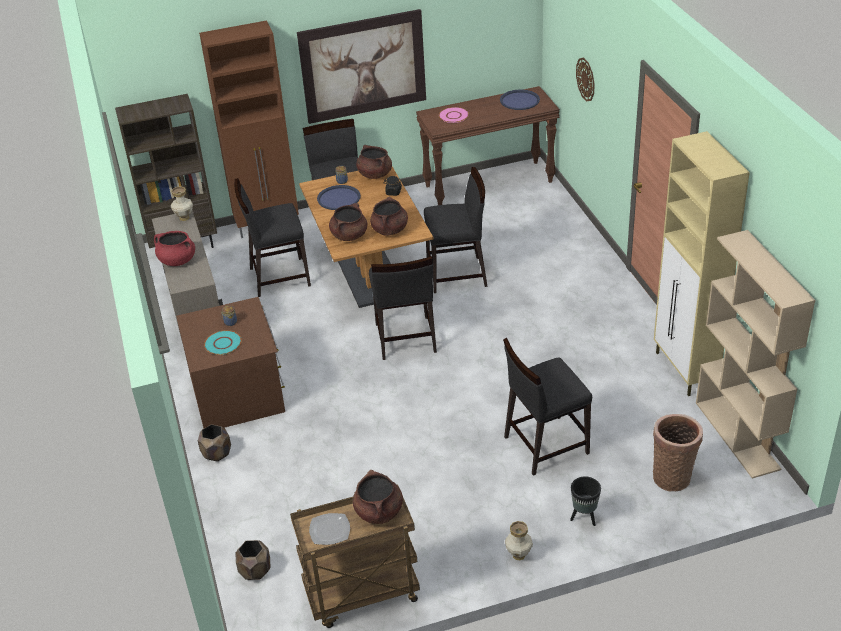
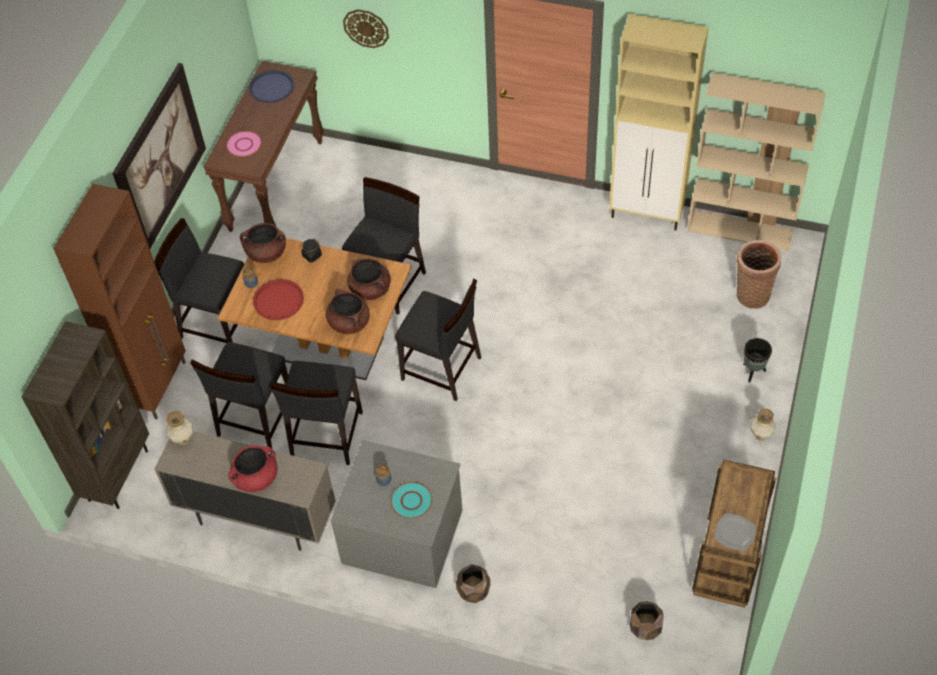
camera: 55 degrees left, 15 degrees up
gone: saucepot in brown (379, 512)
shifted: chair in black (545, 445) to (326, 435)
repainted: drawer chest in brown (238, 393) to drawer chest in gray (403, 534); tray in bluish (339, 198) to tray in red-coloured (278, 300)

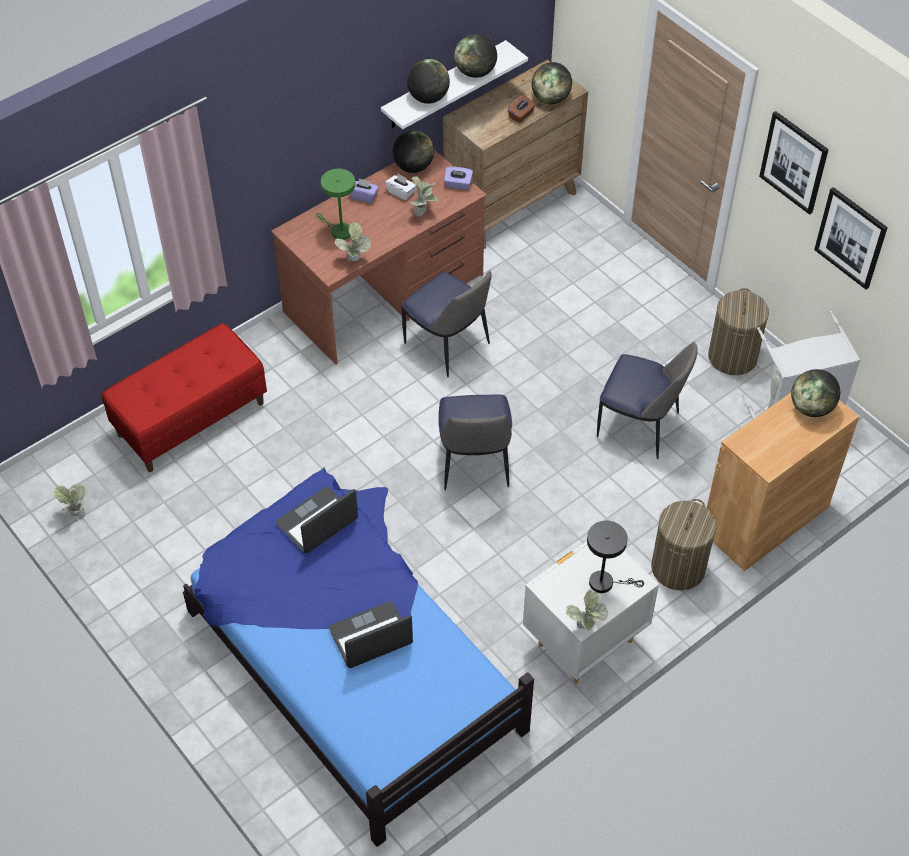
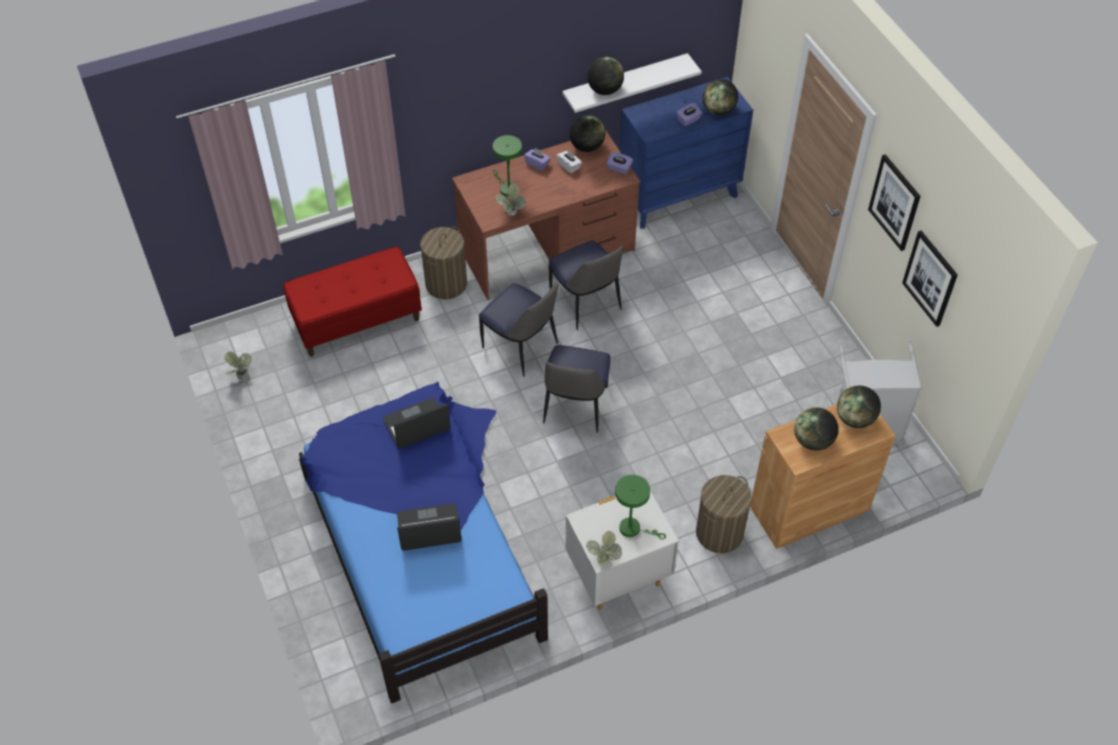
camera: 15 degrees right, 0 degrees up
gone: plant in a pot (423, 212)
shifted: globe (475, 72) to (813, 441); chair (640, 426) to (521, 347); laundry basket (732, 357) to (446, 284)
repainted: drawer chest in brown (511, 205) to drawer chest in bluish (678, 196); box of tissues in brown (521, 115) to box of tissues in purplish (688, 120); table lamp in black (605, 582) to table lamp in greenish (633, 529)

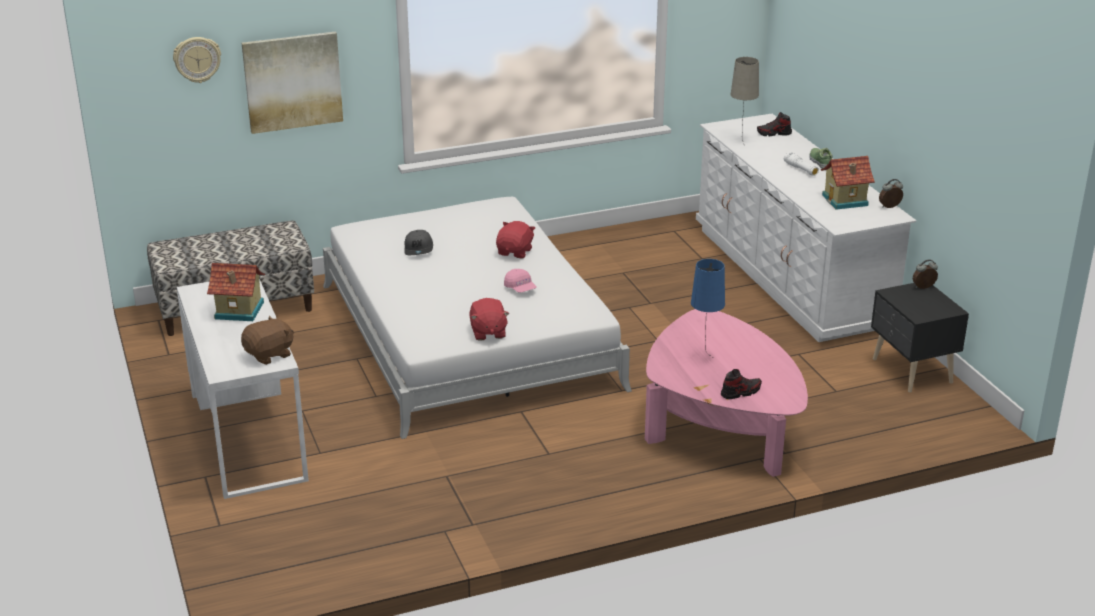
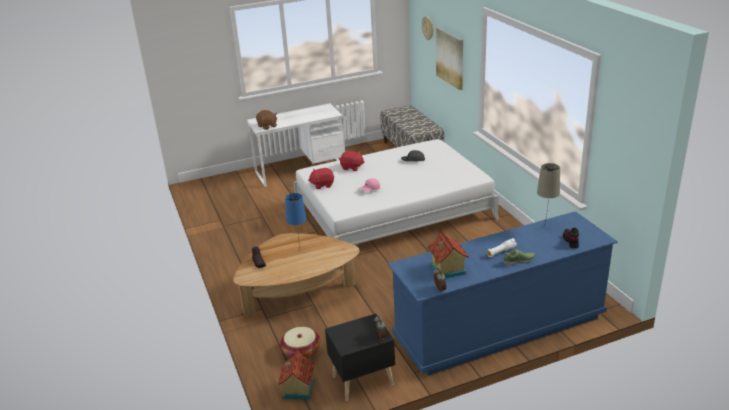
camera: 90 degrees right, 0 degrees up
new: storage basket (301, 352)
shifted: miniature house (239, 311) to (297, 389); cuddly toy in red-coloured (515, 252) to (352, 167)
repainted: low table in pink-coloured (720, 425) to low table in brown (298, 294); drawer chest in whitish (790, 276) to drawer chest in bluish (499, 327)

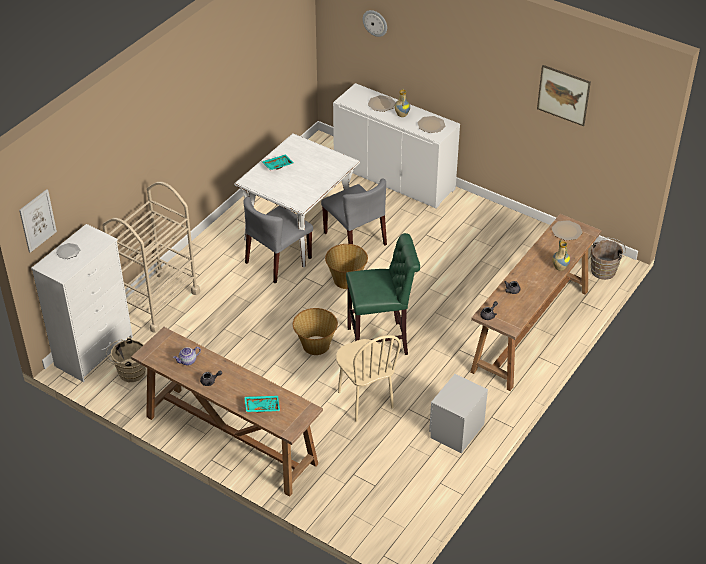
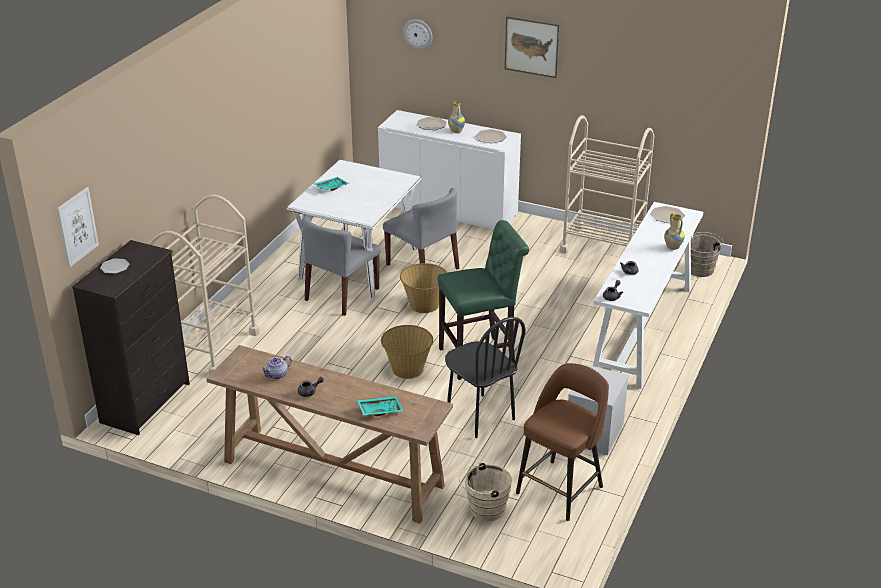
camera: 10 degrees left, 10 degrees down
new: stool in brown (561, 488); cart in beige (602, 246)
shifted: water bucket in beige (129, 372) to (484, 509); wall picture (563, 95) to (532, 47)
repainted: drawer chest in whitish (95, 351) to drawer chest in black (146, 403); chair in beige (365, 400) to chair in black (480, 415); console table in brown (530, 331) to console table in whitish (643, 331)

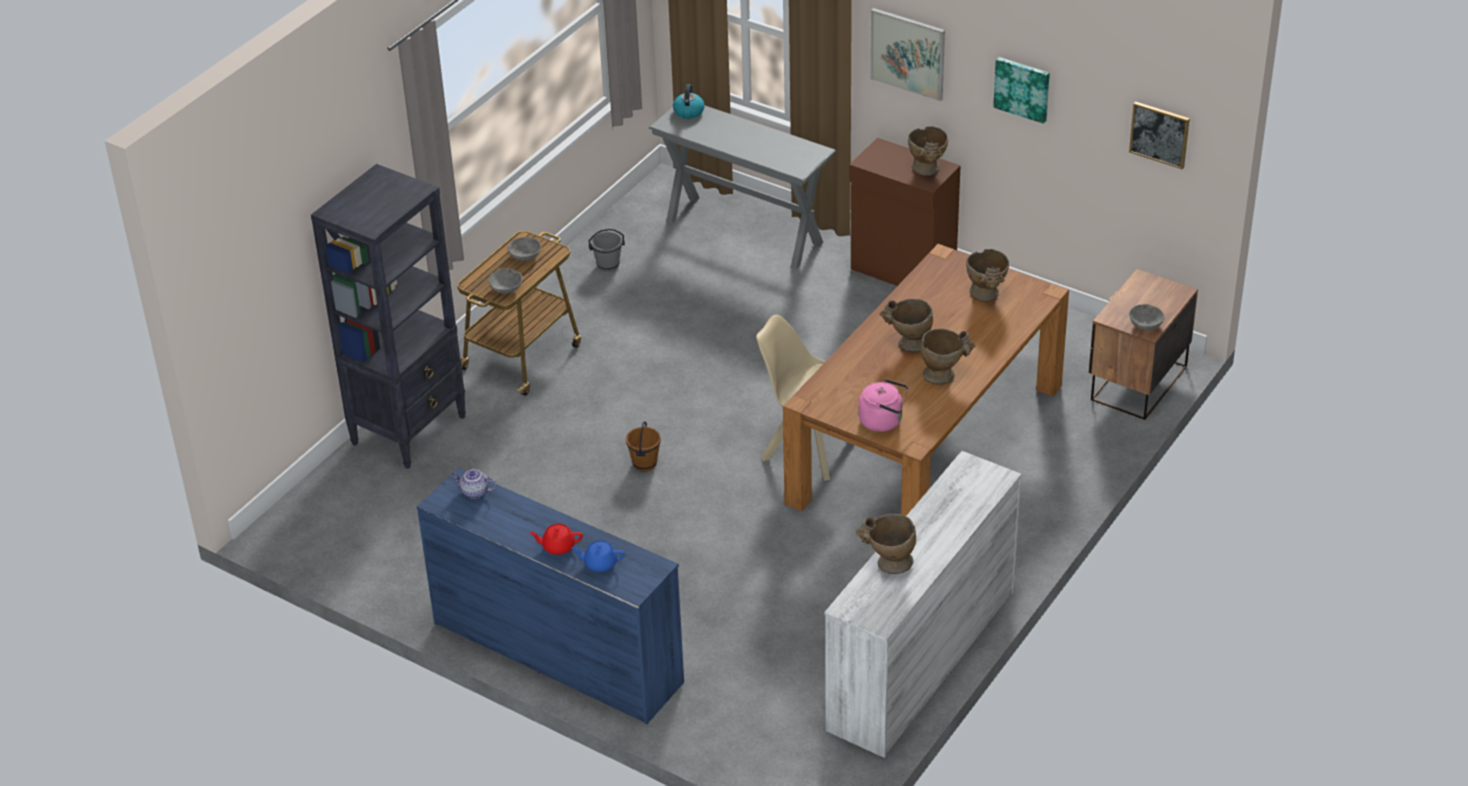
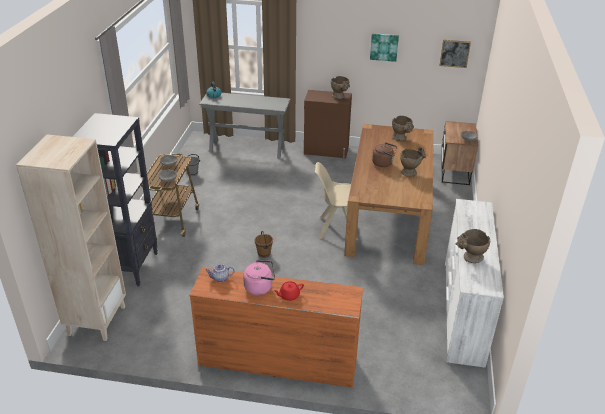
camera: 25 degrees left, 5 degrees down
gone: teapot in bluish (600, 563); wall picture (908, 53)
new: bookcase in beige (97, 320)
shifted: water kettle in pink-coloured (883, 421) to (260, 287)
swapped: vase in beige (907, 344) to water kettle in brown (383, 163)
repainted: drawer chest in bluish (557, 652) to drawer chest in orange-coloured (277, 361)

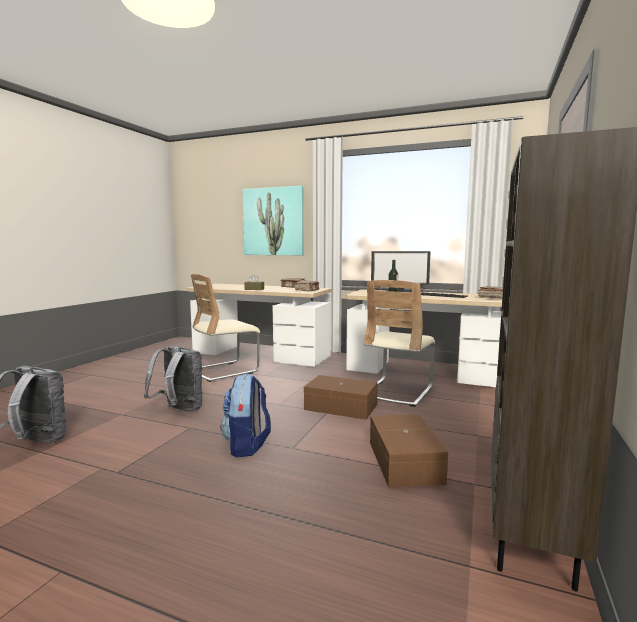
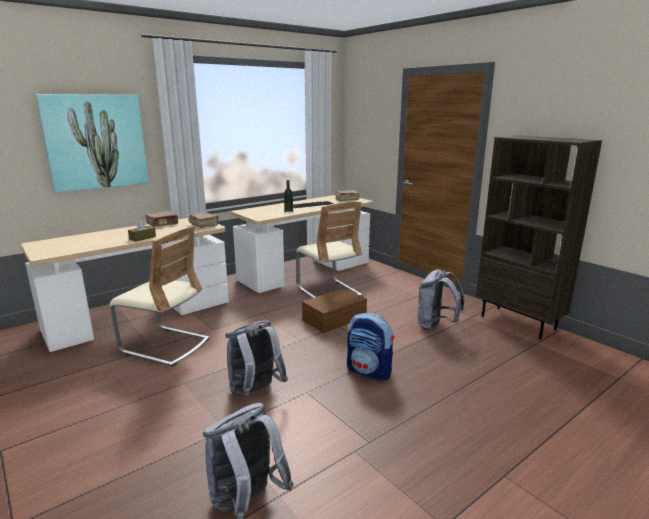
camera: 60 degrees left, 10 degrees up
gone: monitor (400, 291)
swapped: storage box in brown (403, 462) to rucksack in gray (436, 326)
rotated: chair in beige (225, 371) = (165, 346) 60 degrees counterclockwise

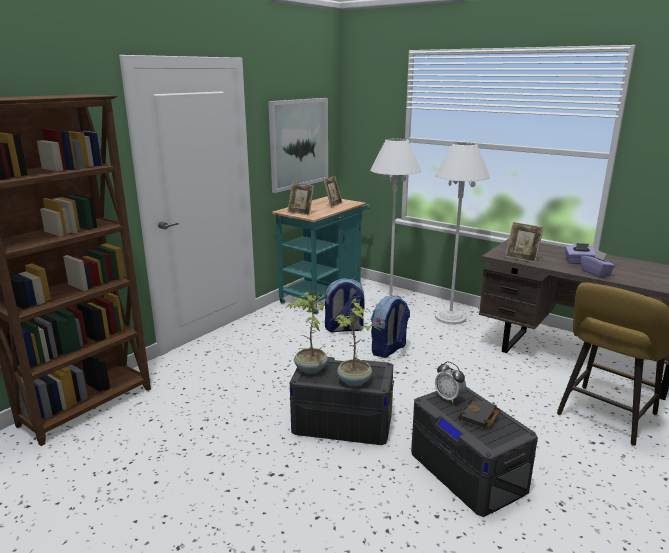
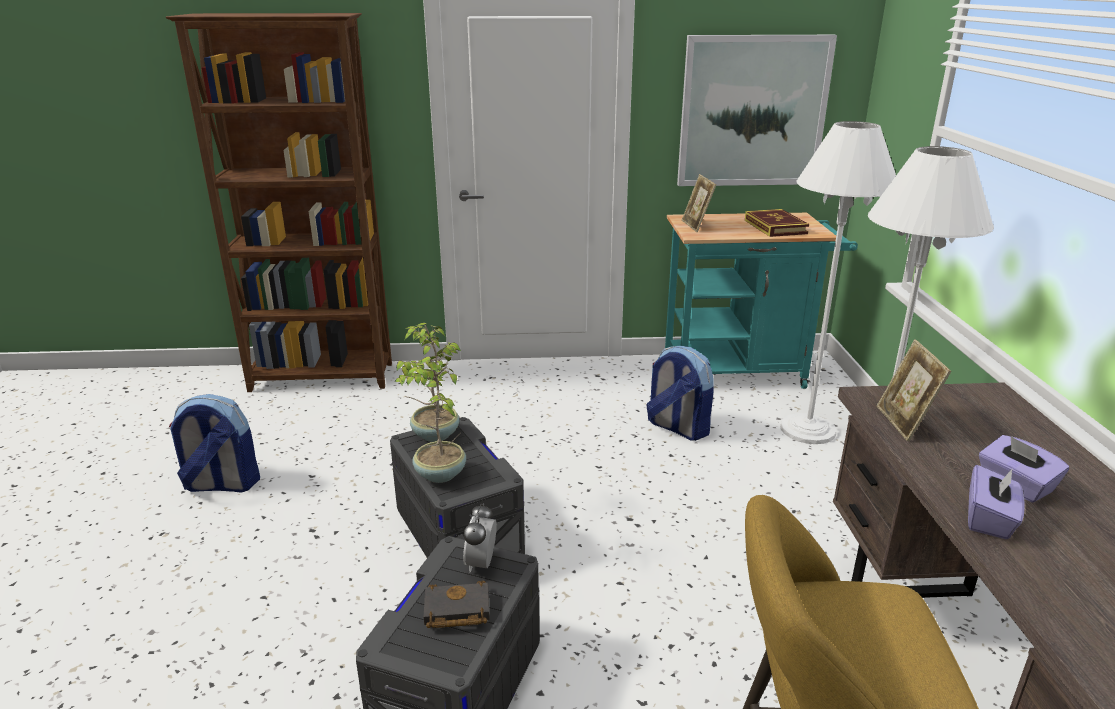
camera: 50 degrees right, 5 degrees up
shifted: rucksack (389, 350) to (221, 484)
swapped: picture frame (333, 205) to volume (775, 227)

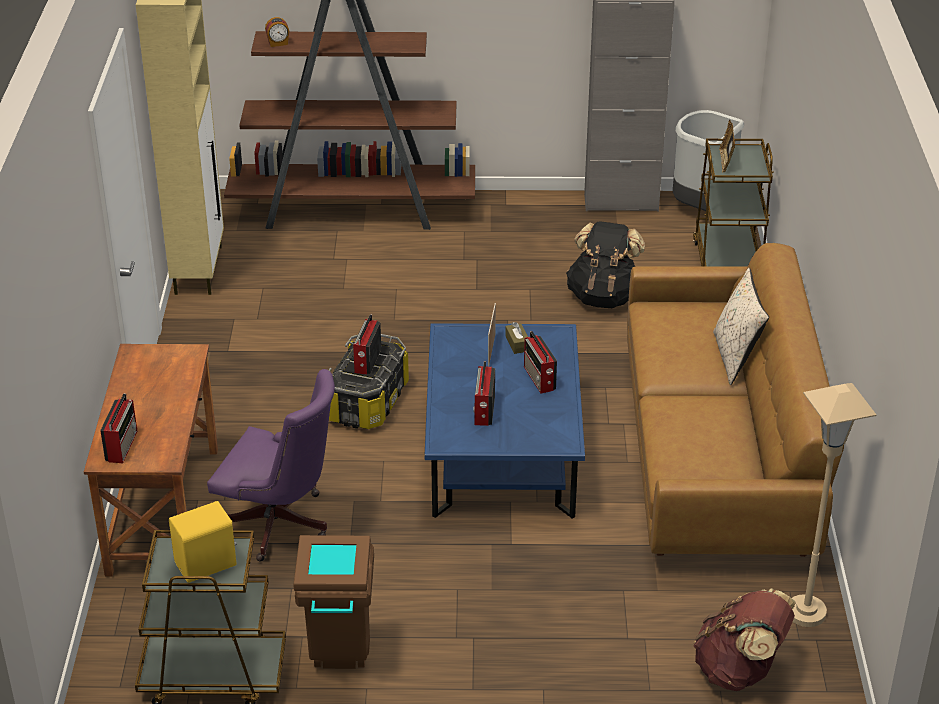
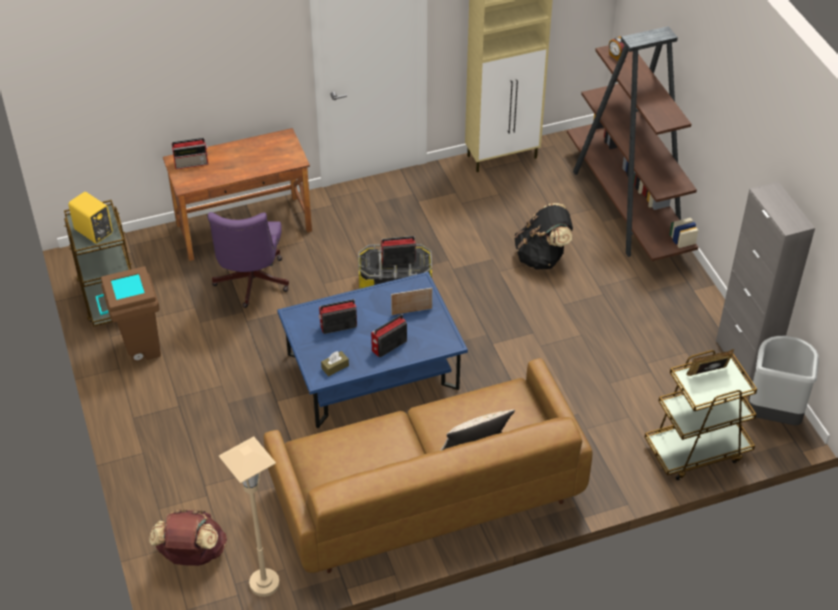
camera: 70 degrees right, 10 degrees up
shifted: box of tissues in brown (517, 344) to (335, 367); rucksack in black (604, 297) to (542, 257)

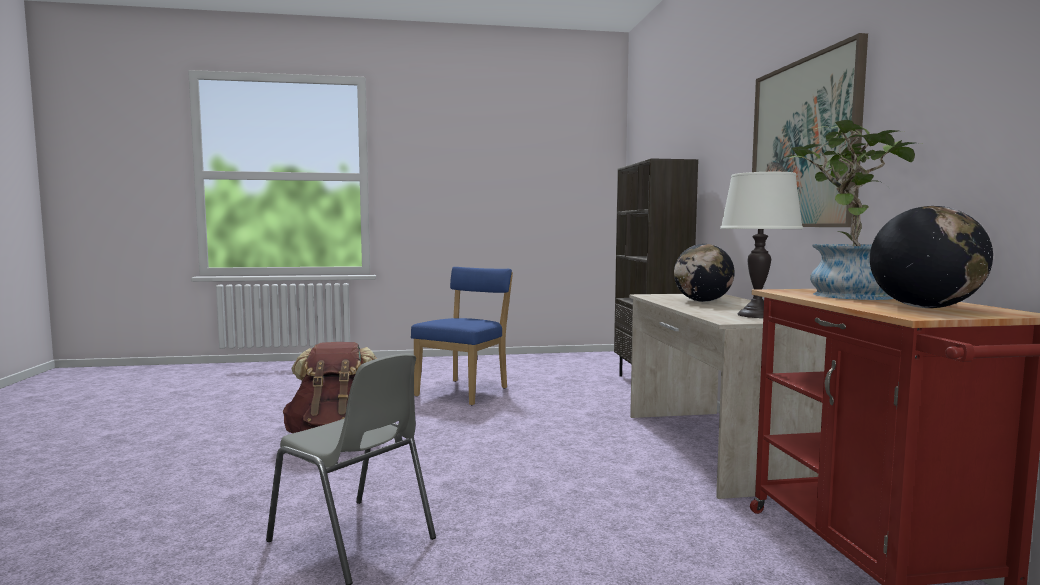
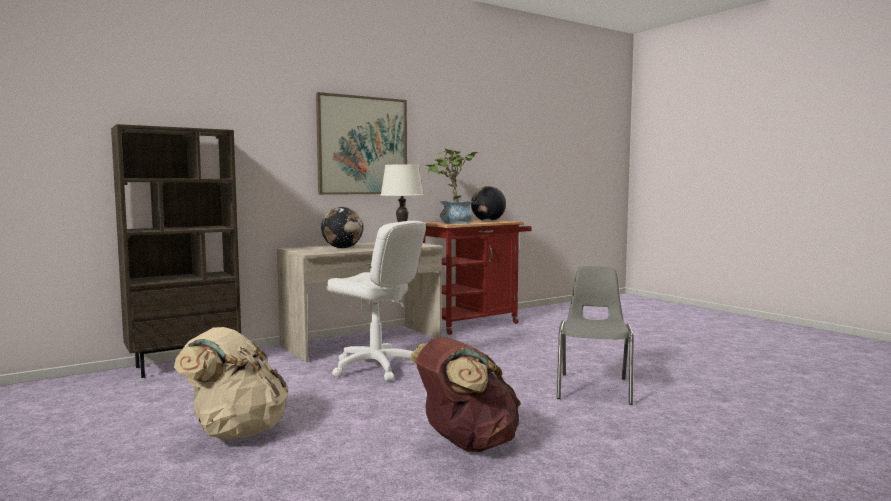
camera: 115 degrees left, 0 degrees up
new: computer chair in whitish (376, 368)
swapped: chair in bluish (465, 391) to rucksack in beige (236, 432)

